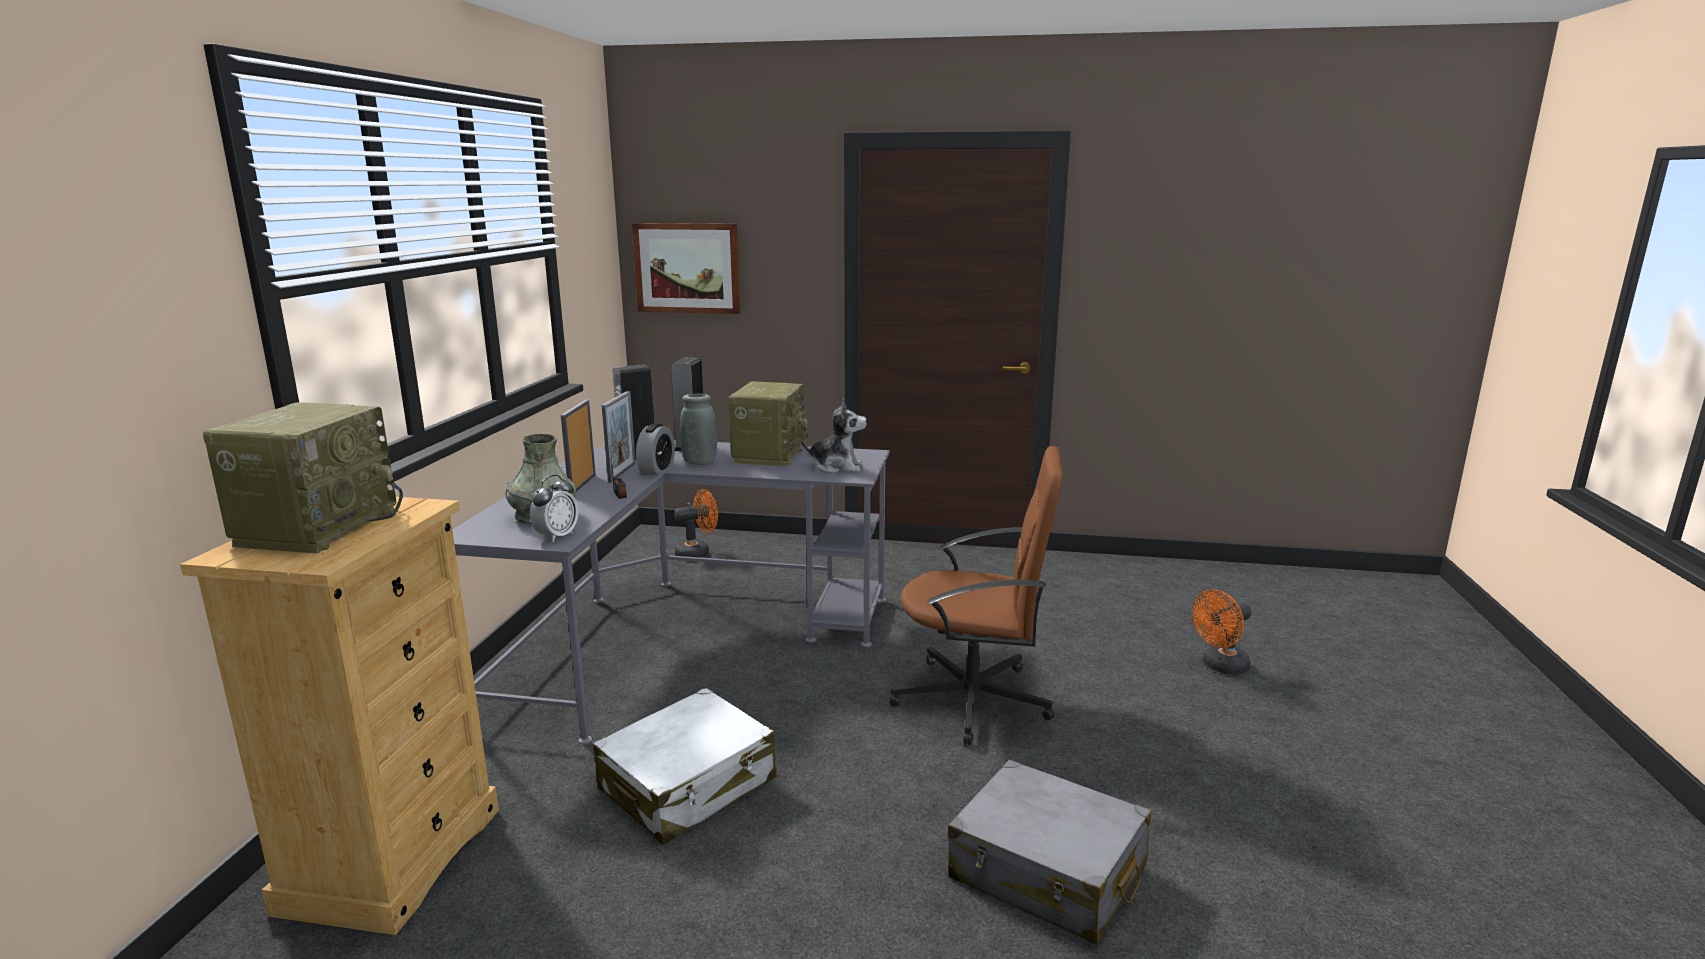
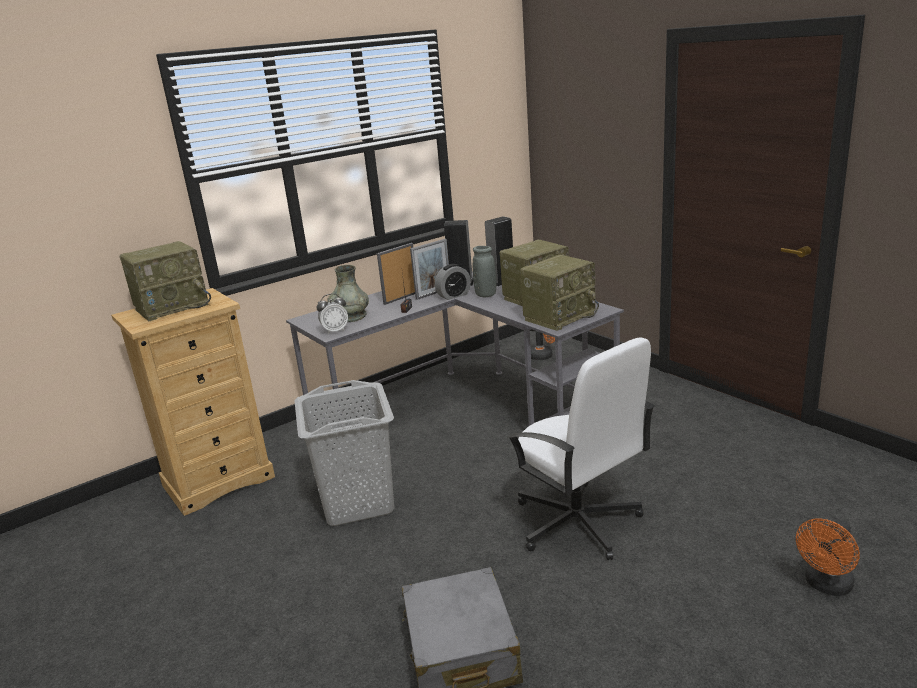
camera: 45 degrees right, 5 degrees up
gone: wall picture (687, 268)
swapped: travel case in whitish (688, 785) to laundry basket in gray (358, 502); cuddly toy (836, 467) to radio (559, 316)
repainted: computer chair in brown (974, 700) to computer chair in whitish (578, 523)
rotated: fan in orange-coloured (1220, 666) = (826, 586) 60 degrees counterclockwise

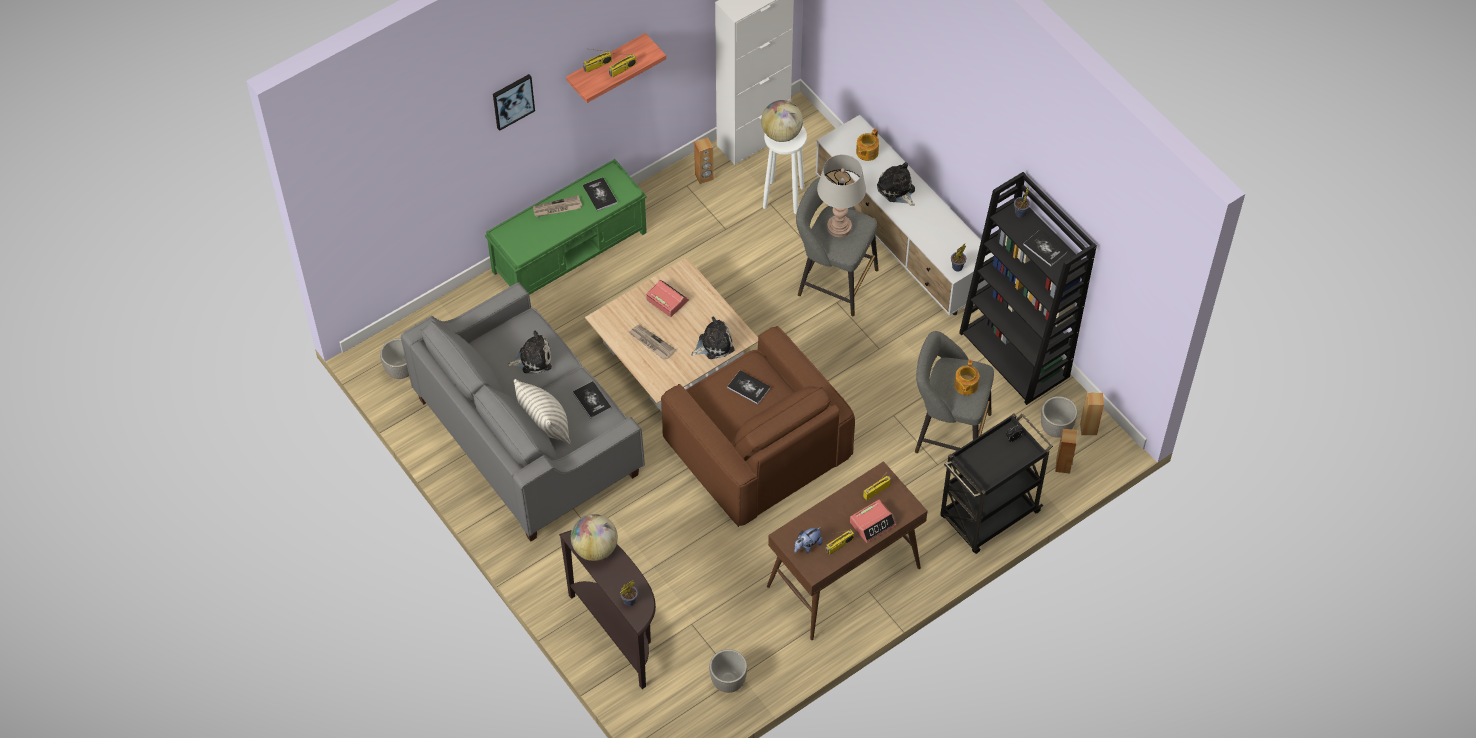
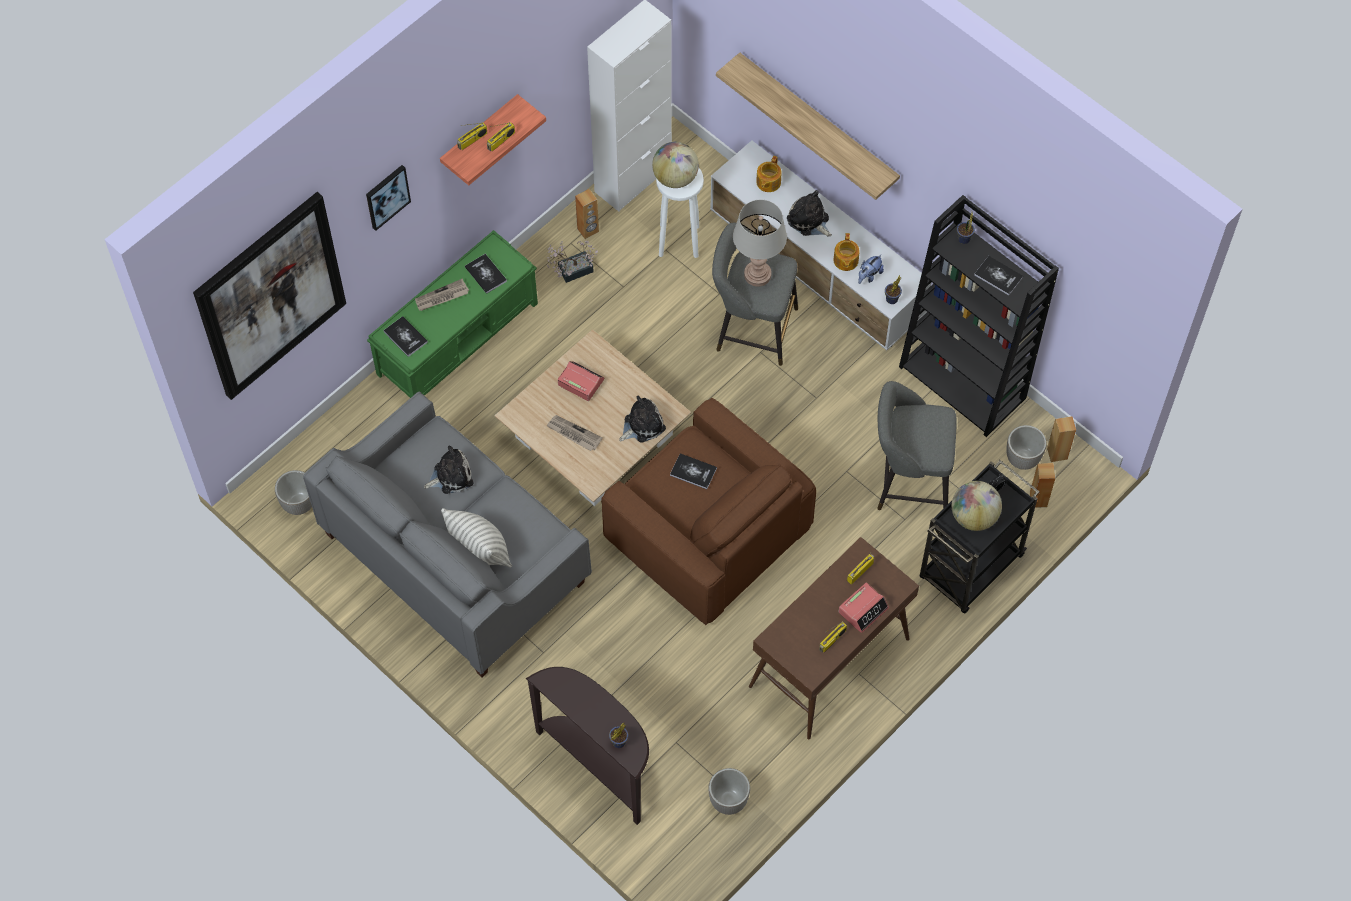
camera: 10 degrees left, 5 degrees up
new: wall picture (270, 295); plant in a pot (571, 271); shelf (817, 123)
shifted: globe (595, 548) to (974, 516); volume (592, 400) to (405, 337); cuddly toy (807, 546) to (869, 275); teapot (965, 385) to (845, 261)

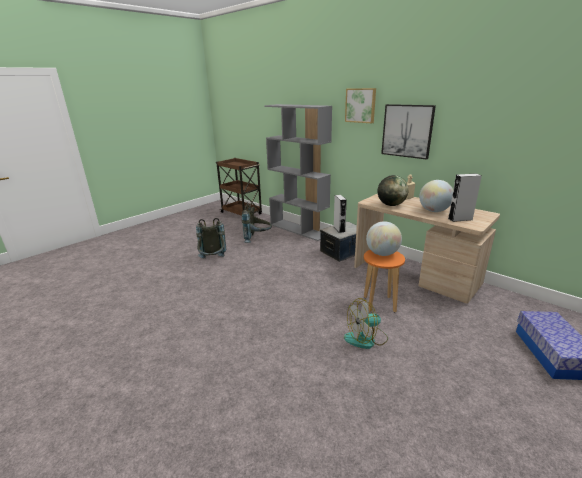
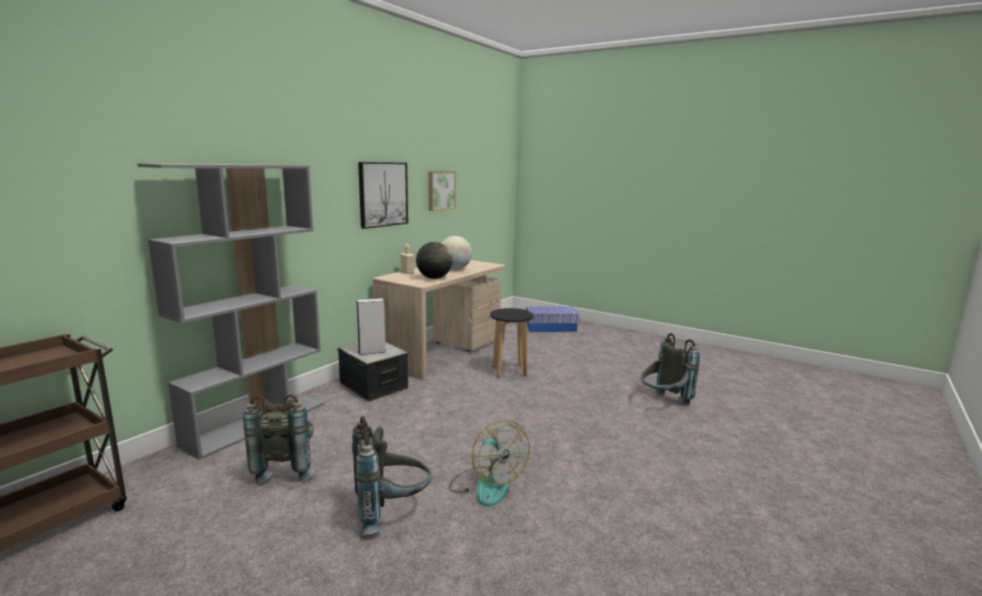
camera: 100 degrees left, 10 degrees down
gone: globe (382, 254); audio speaker in gray (460, 219)
new: rucksack in gray (663, 403)
shifted: fan (366, 338) to (486, 485); wall picture (360, 105) to (440, 190)
repainted: stool in orange-coloured (379, 304) to stool in black (509, 371)

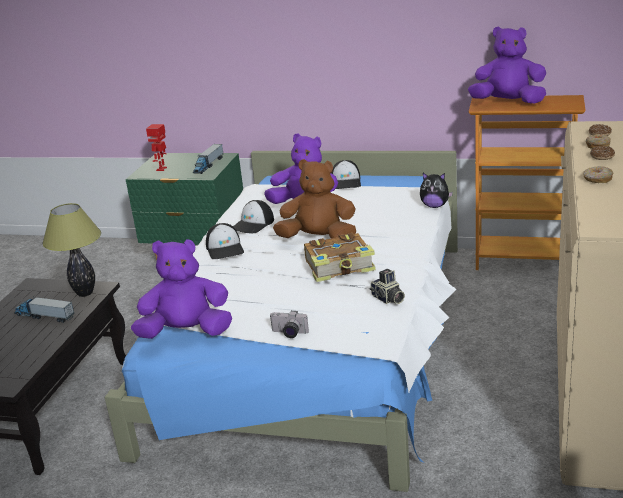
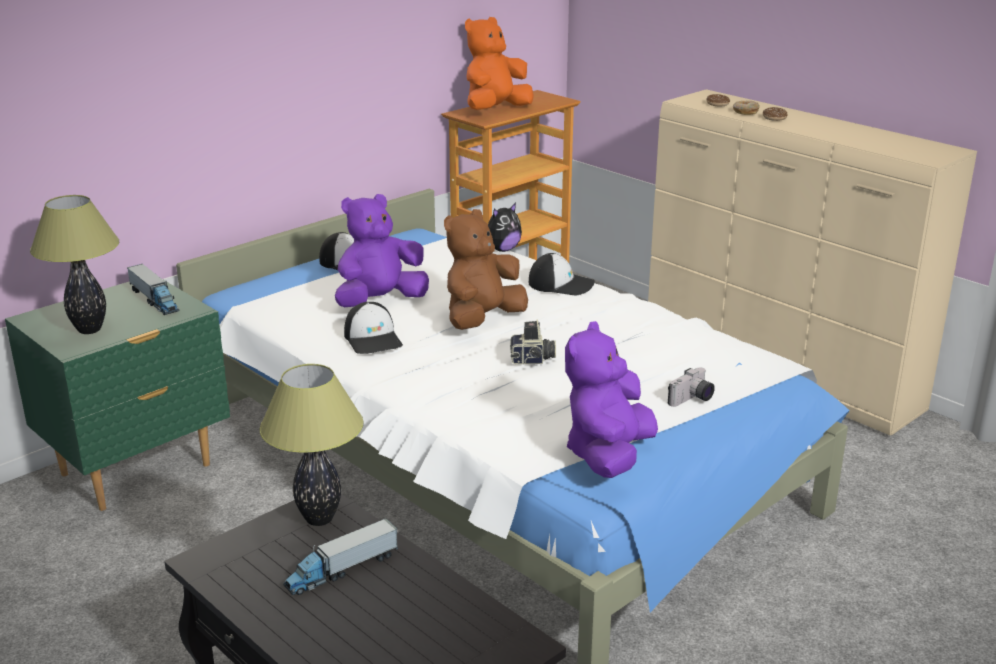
camera: 60 degrees left, 0 degrees up
gone: volume (340, 267); donut (597, 179)
shifted: baseball cap (225, 249) to (561, 284); photo camera (387, 299) to (532, 360)
swapped: toy robot (162, 169) to table lamp (90, 330)
repainted: cuddly toy in purplish (508, 102) to cuddly toy in orange-coloured (495, 110)

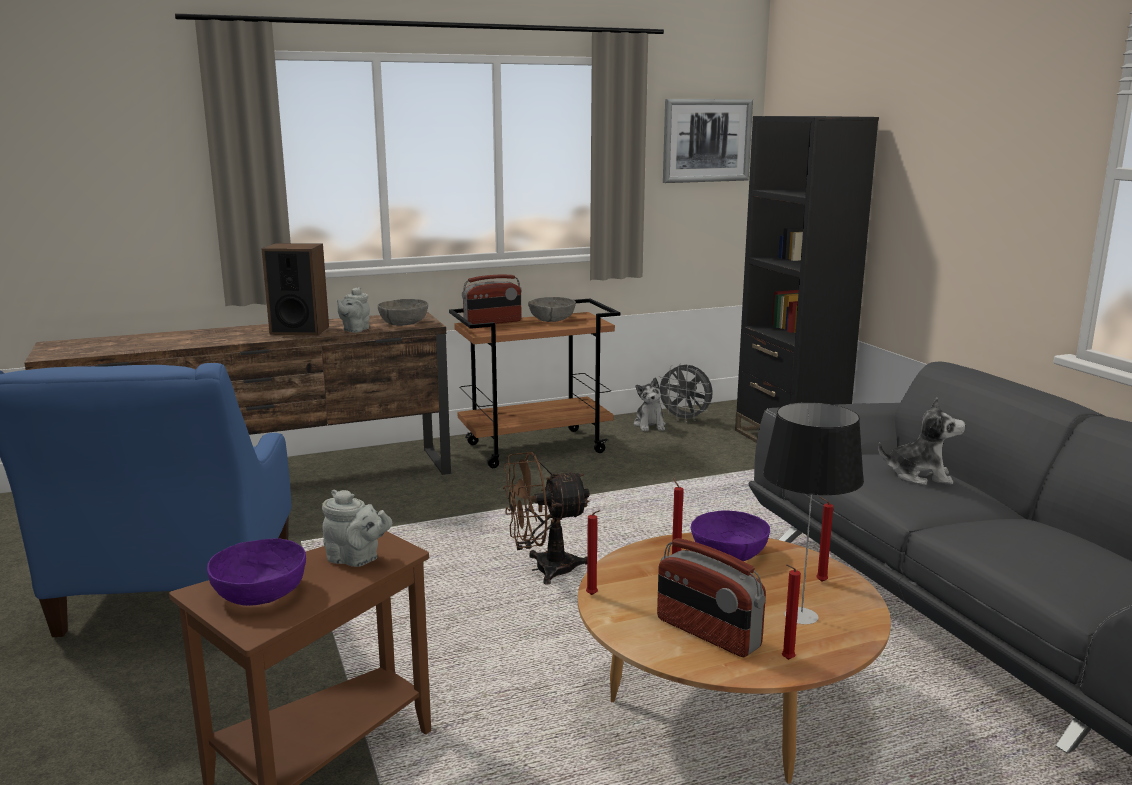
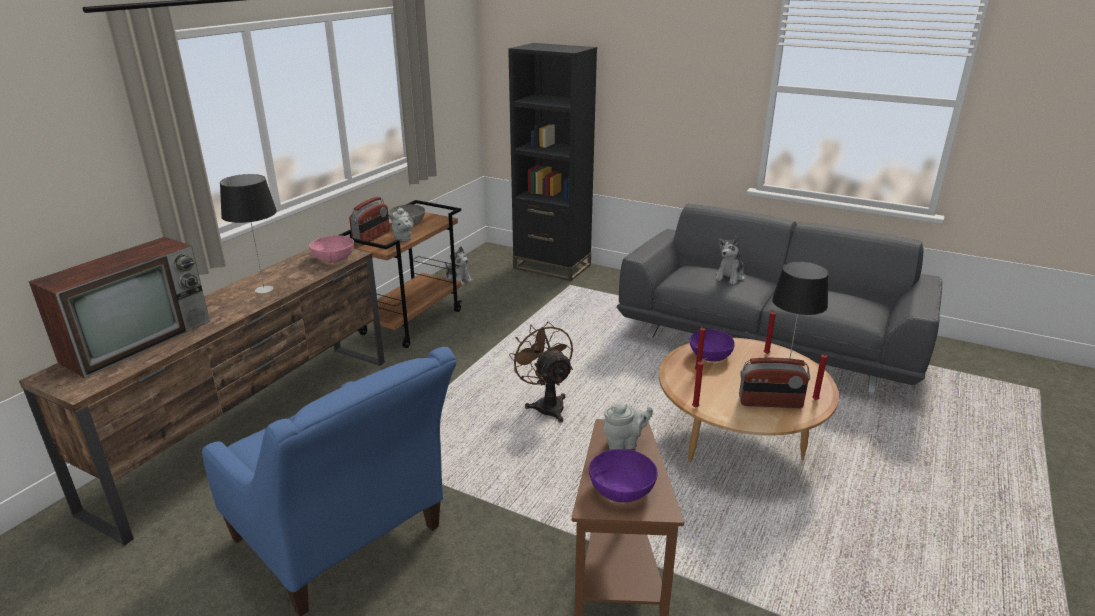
camera: 40 degrees left, 10 degrees up
gone: fan in gray (685, 419); wall picture (706, 140)
new: television (140, 340)
shifted: teapot in gray (354, 330) to (403, 238)
swapped: audio speaker (299, 330) to table lamp (264, 289)
repainted: bowl in gray (403, 323) to bowl in pink-coloured (333, 258)
rotated: fan in brown (544, 569) = (546, 404) 120 degrees clockwise; cuddly toy (919, 476) = (730, 277) 150 degrees clockwise

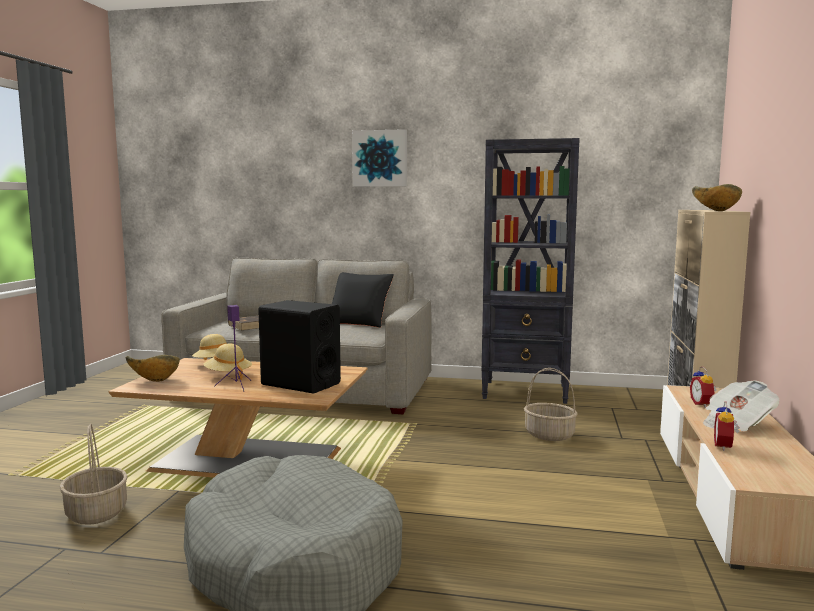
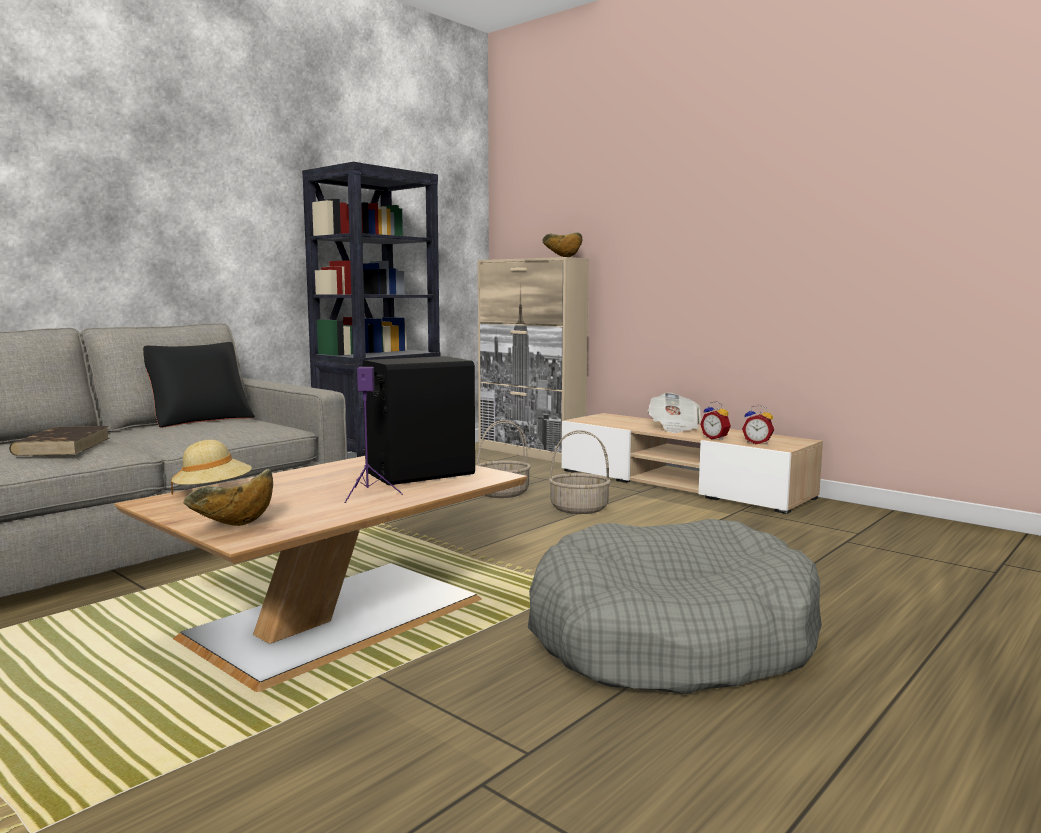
camera: 60 degrees left, 0 degrees up
gone: hat in beige (228, 375); wall picture (380, 158)
shifted: storage basket (97, 513) to (579, 509); alarm clock (703, 404) to (757, 443)

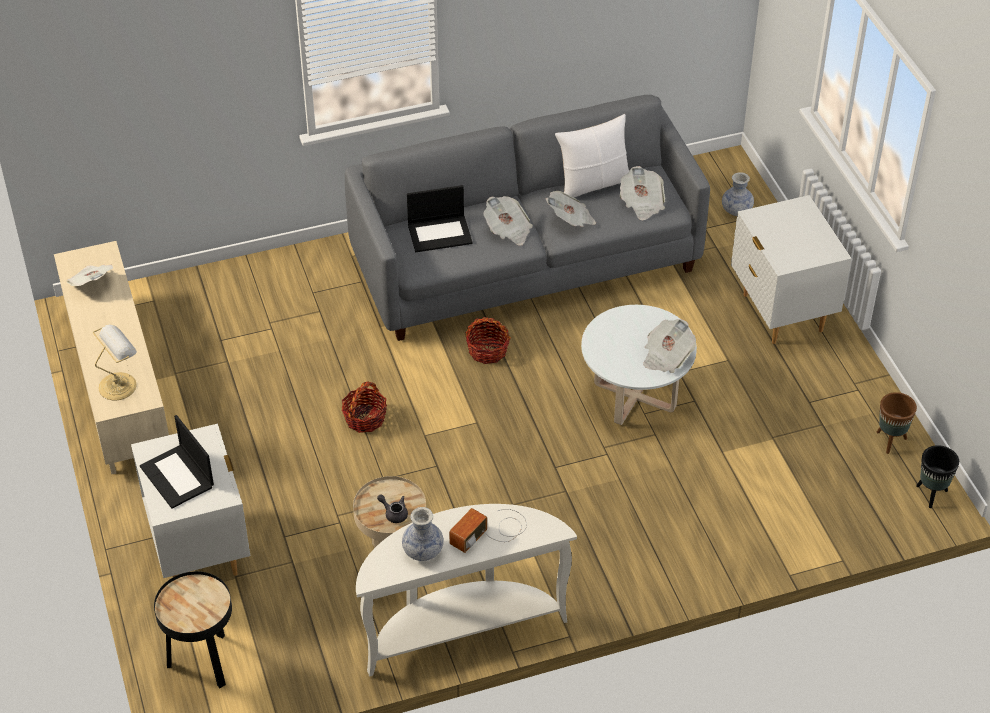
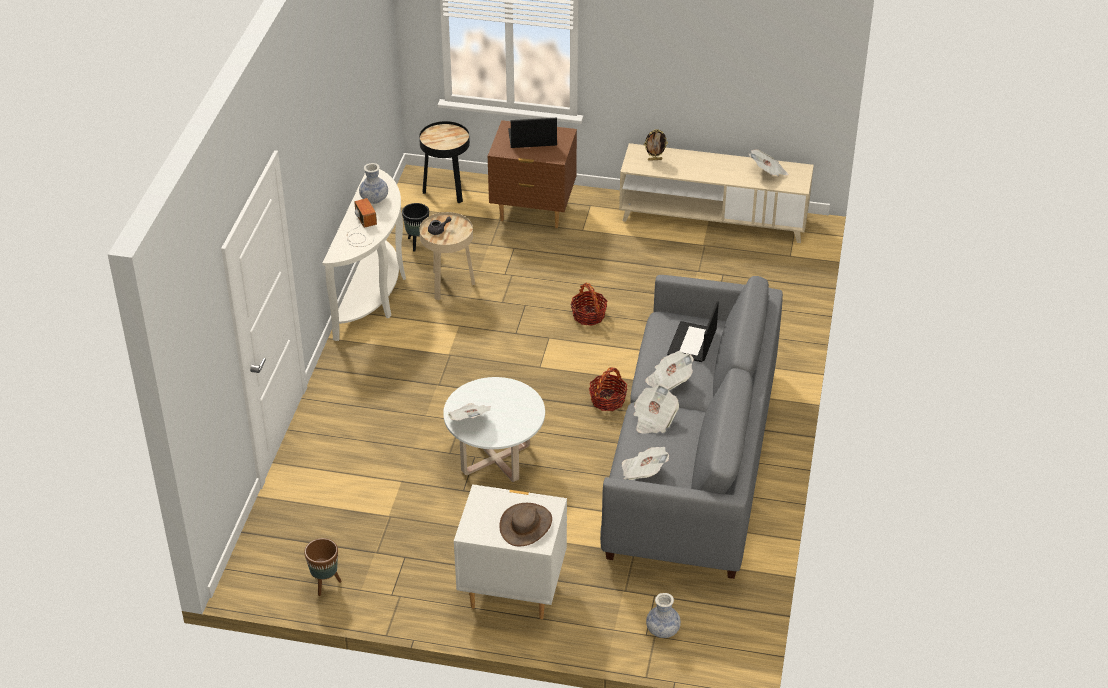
camera: 120 degrees right, 5 degrees down
gone: cushion in whitish (593, 184)
new: hat in brown (526, 525)
shifted: plant pot in black (931, 495) to (417, 243)
swapped: table lamp (119, 385) to picture frame (655, 159)
repainted: nightstand in whitish (200, 551) to nightstand in brown (533, 212)

